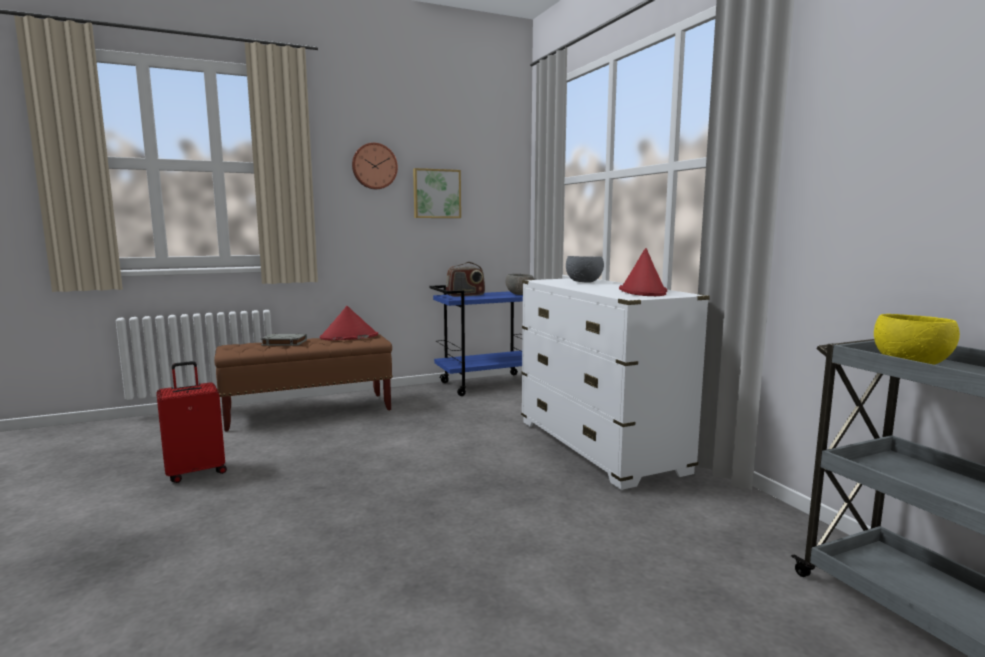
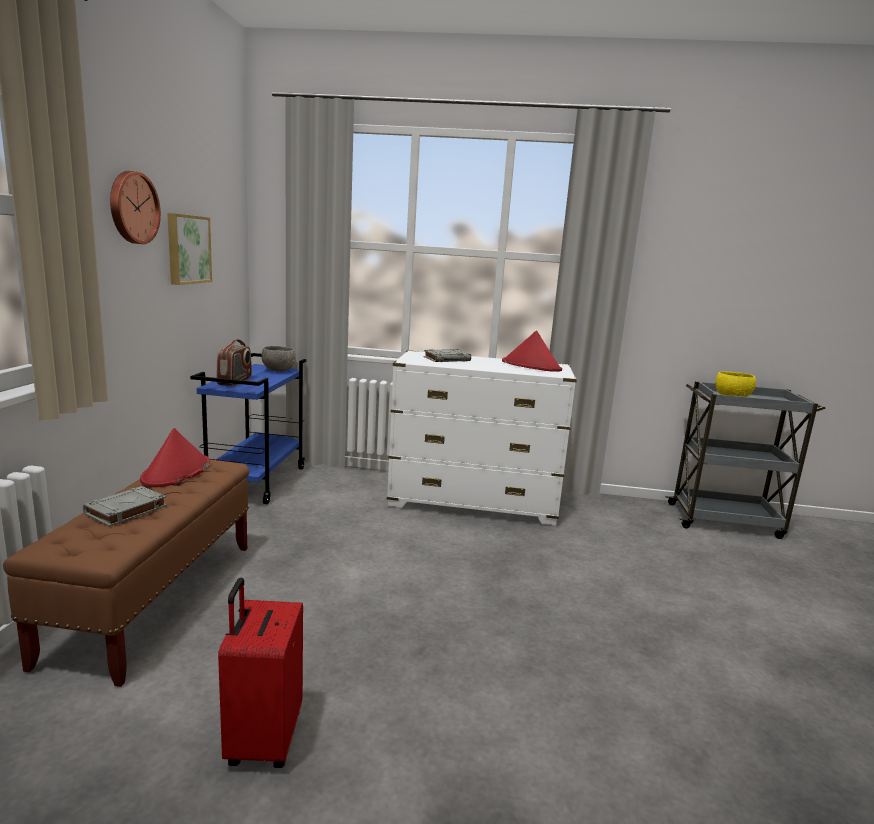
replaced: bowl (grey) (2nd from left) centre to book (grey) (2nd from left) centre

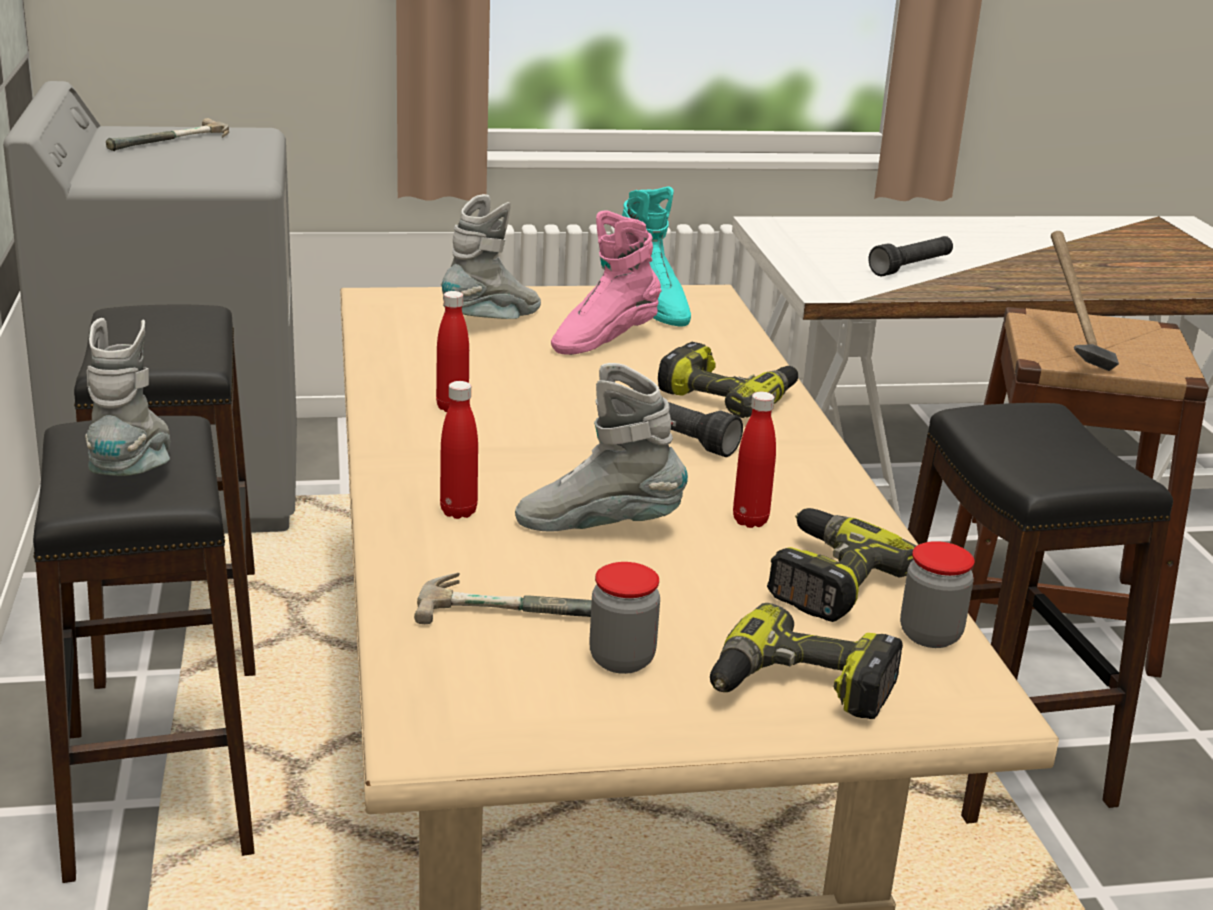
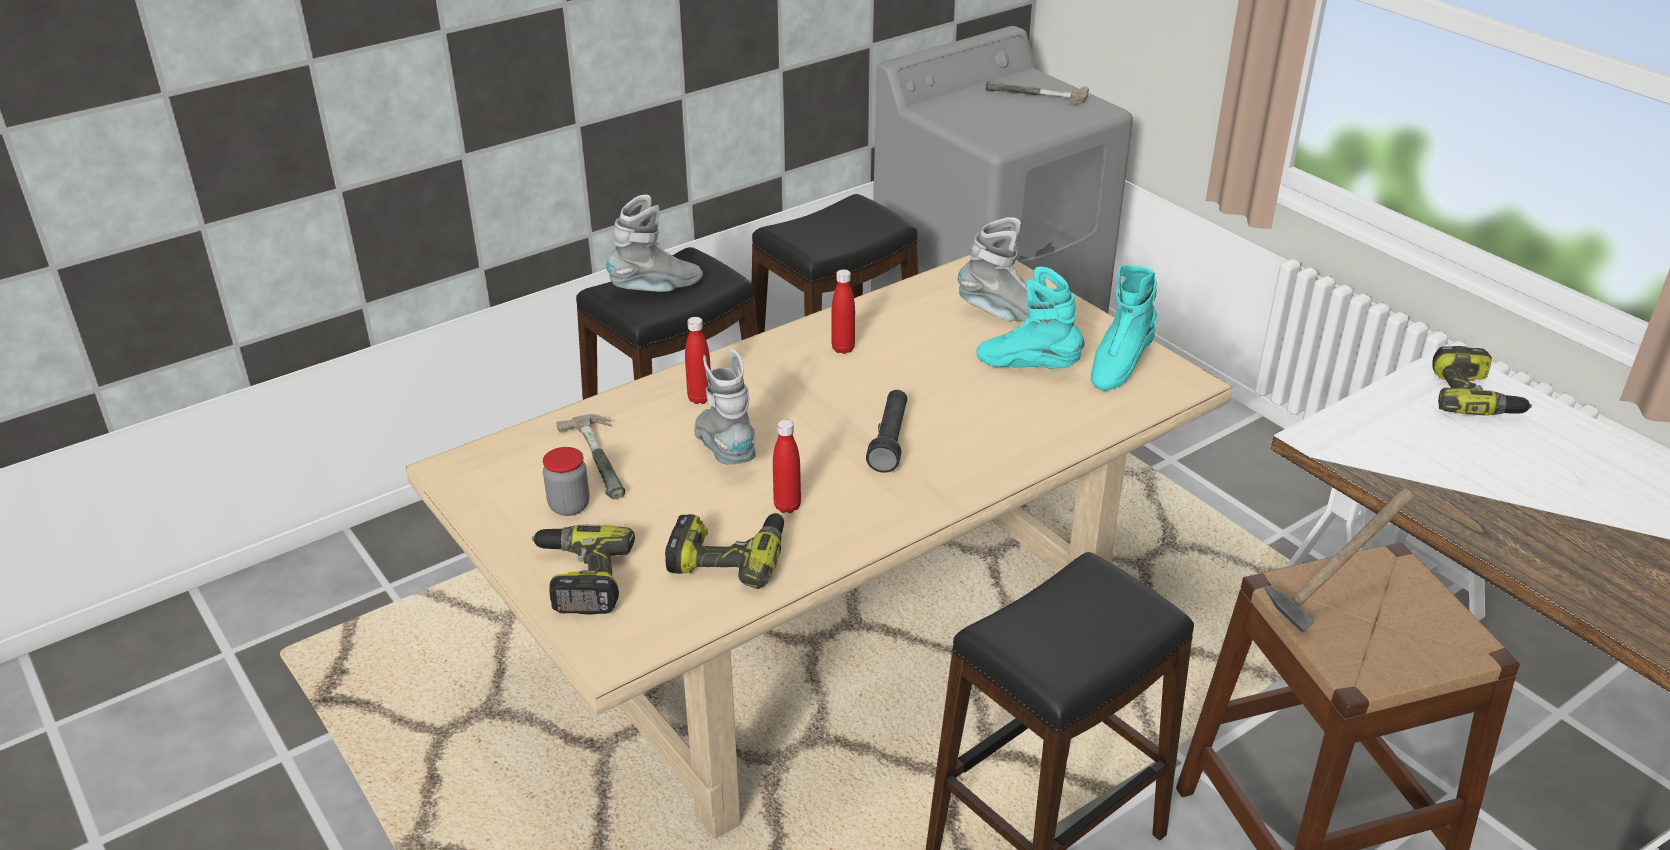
removed: flashlight (black) (2nd from left) top right; jar (2nd from left) middle right
moved: power drill (1st from left in the first image) centre to power drill (3rd from left) middle right
recoloured: boot (pink) top centre to boot (turquoise) (1st from left) centre

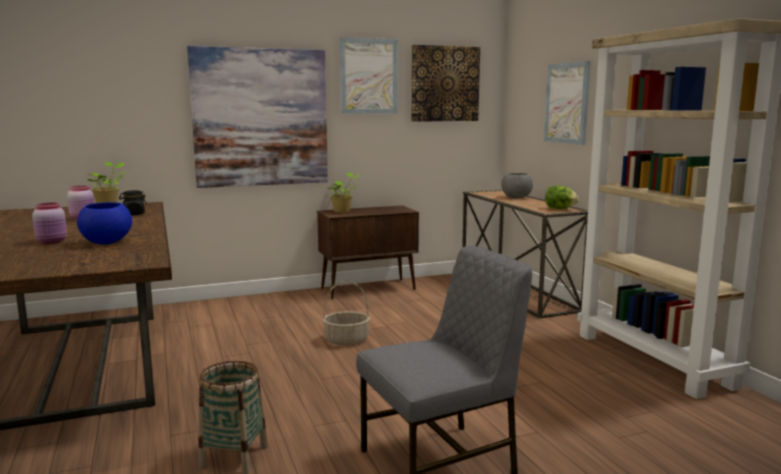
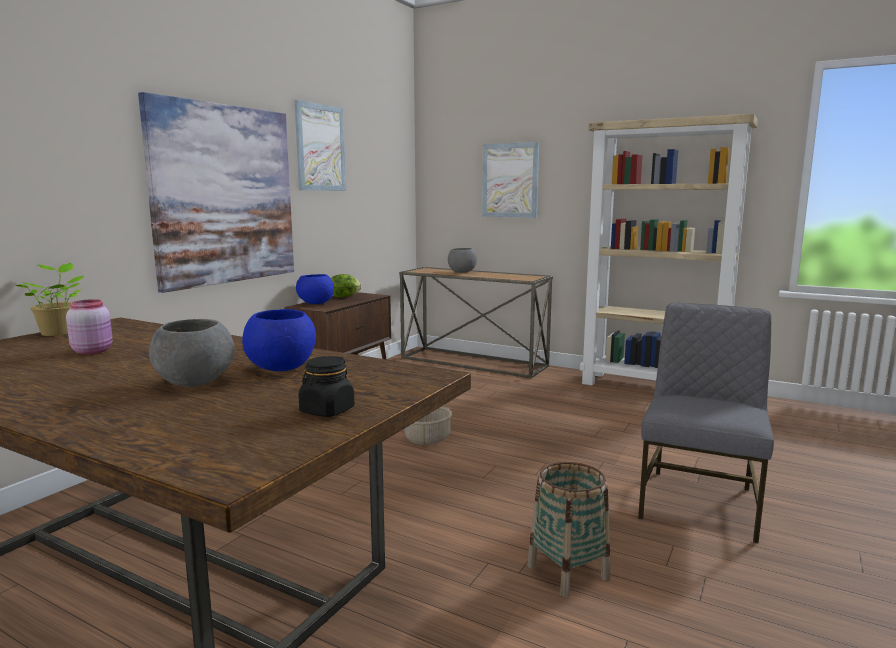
removed: picture (3rd from left) top centre
moved: lettuce middle right to centre; jar (black) middle left to centre
replaced: potted plant (2nd from left) centre to bowl (blue) (2nd from left) centre; jar (pink) (1st from left) middle left to bowl (grey) (1st from left) middle left

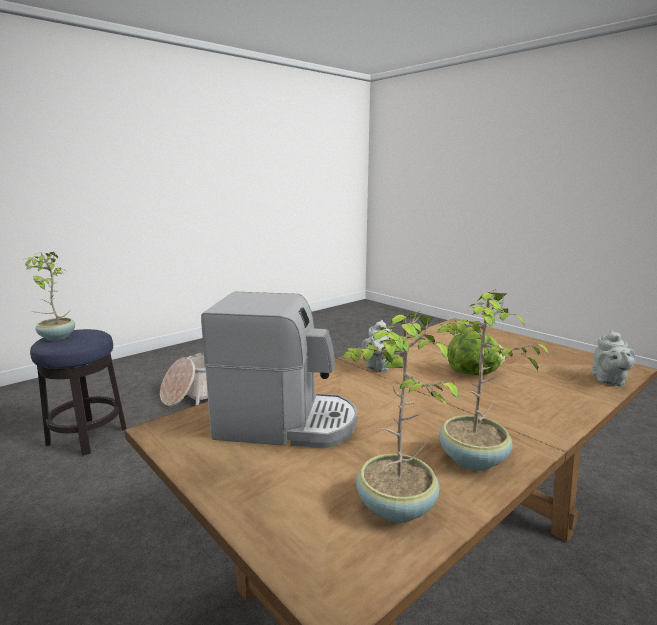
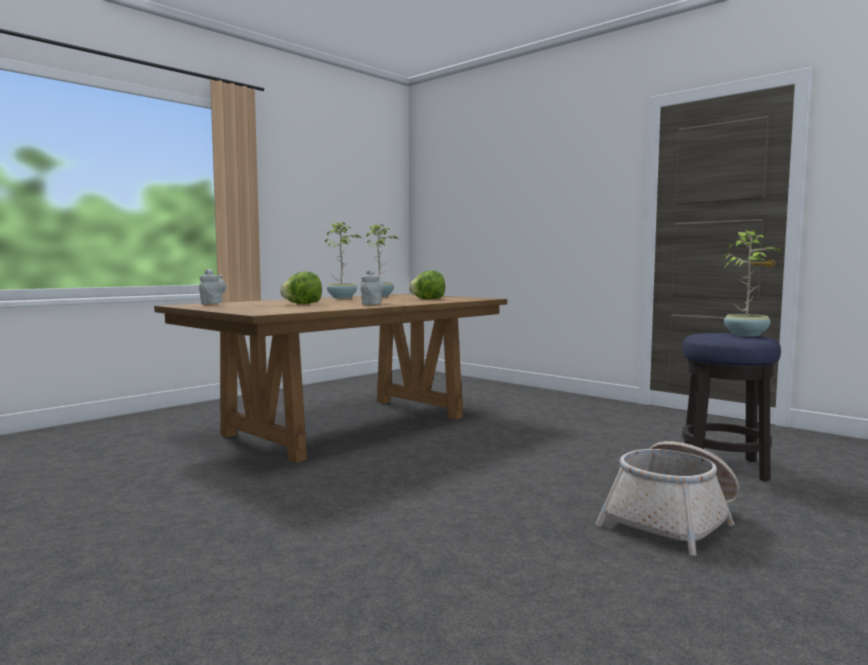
replaced: coffee machine centre to lettuce (2nd from left) centre

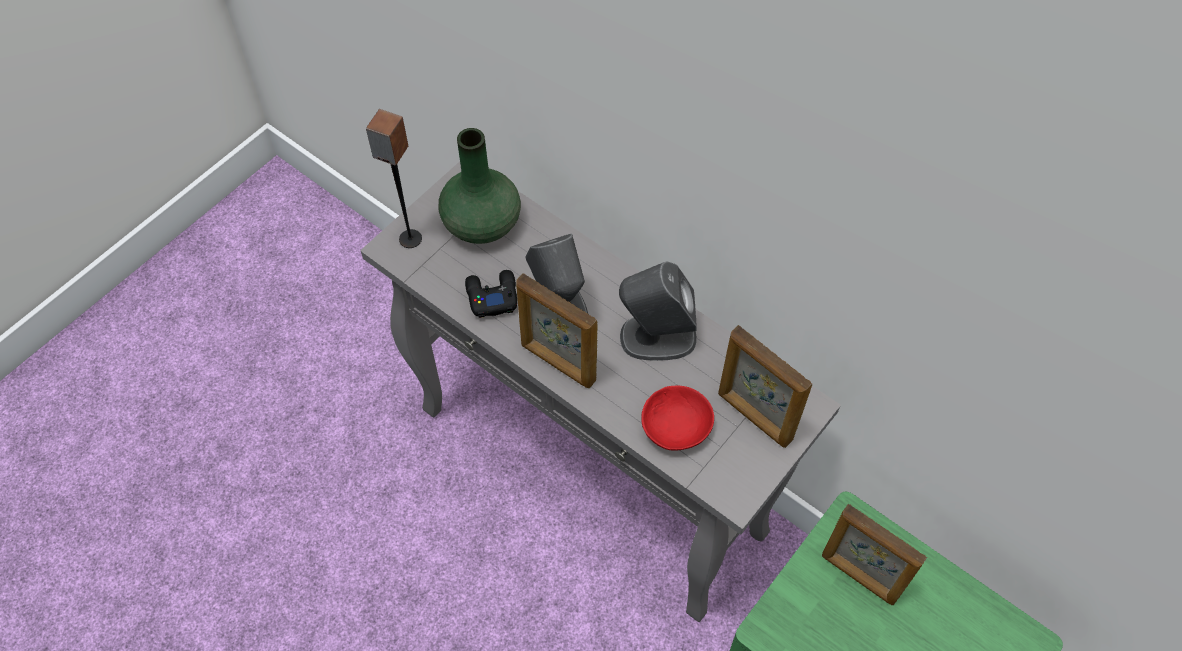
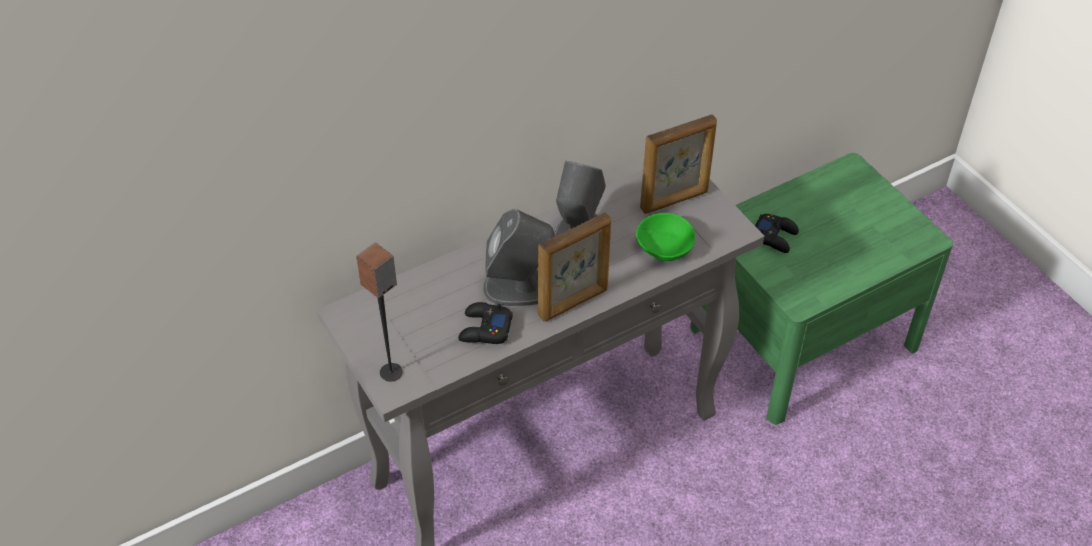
removed: vase (green) top centre
replaced: picture frame (3rd from left) bottom right to game controller (black) (2nd from left) middle right
recoloured: bowl (red) centre to bowl (green) centre

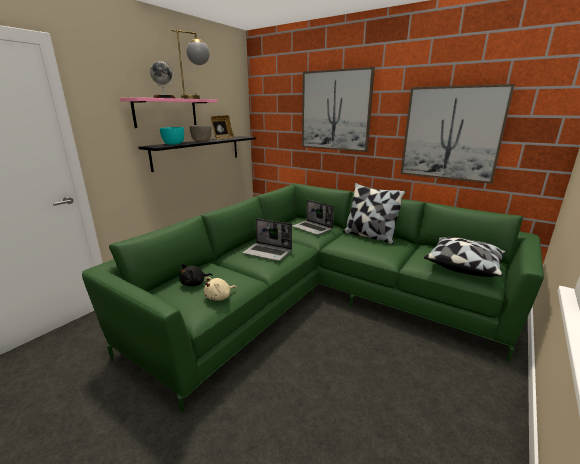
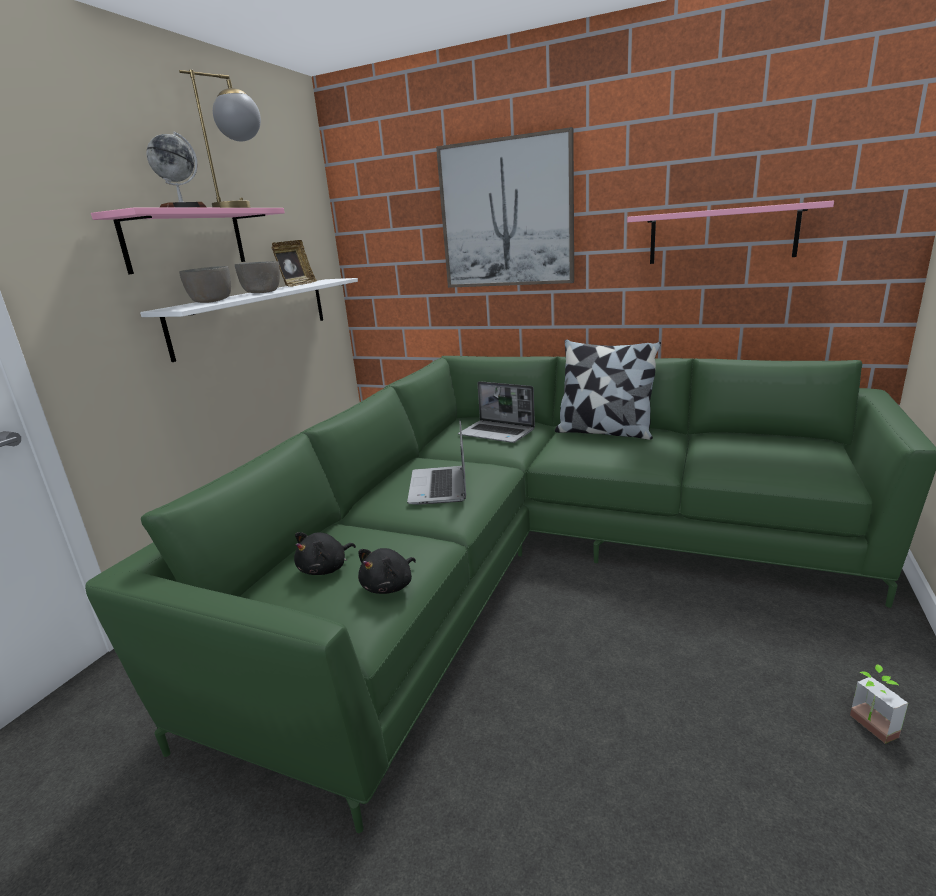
removed: pillow (2nd from left) middle right
added: potted plant bottom right
replaced: picture (2nd from left) top right to shelf (pink) (2nd from left) top right
recoloured: bowl (turquoise) top left to bowl (grey) (1st from left) top left; shelf (black) top centre to shelf (white) middle left; plush toy (beige) centre to plush toy (black) (2nd from left) centre
turned: laptop (1st from left) centre = centre 75 degrees clockwise

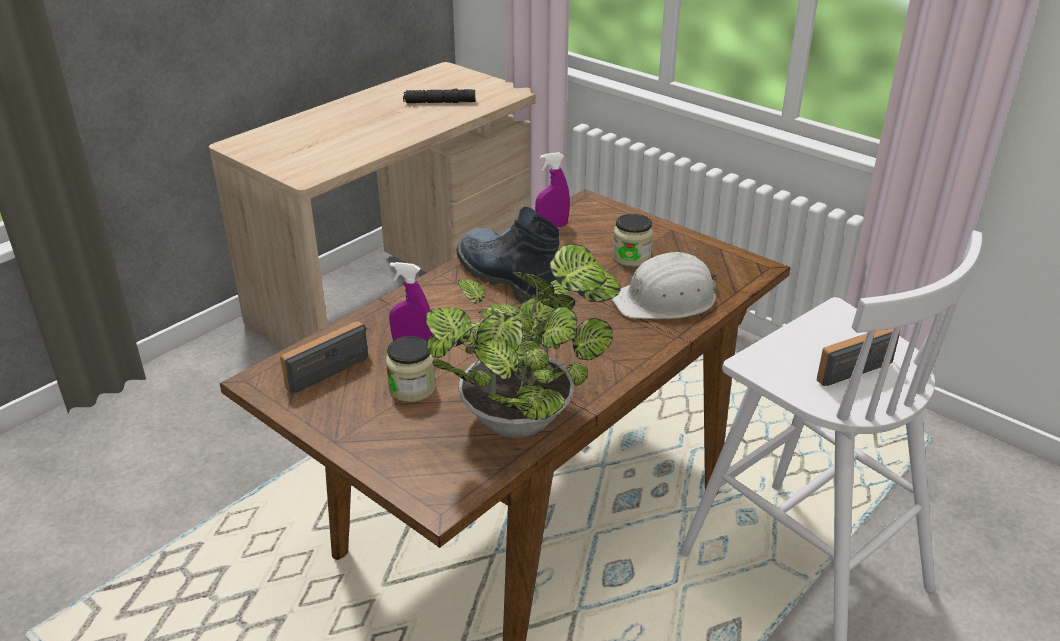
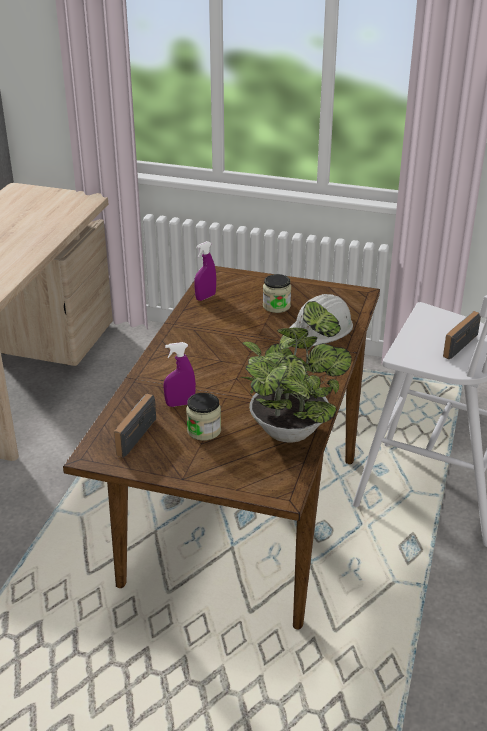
removed: flashlight (black) top centre; boot centre

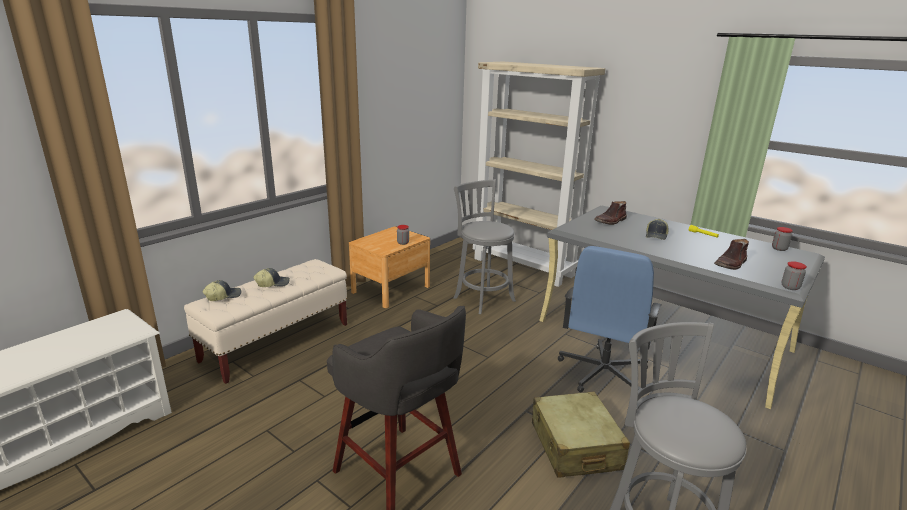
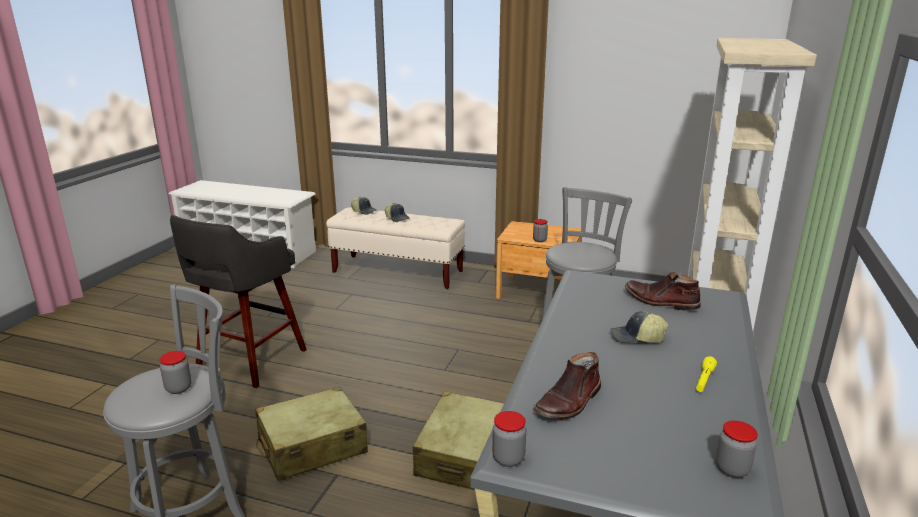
added: jar (1st from left) bottom left
replaced: office chair (blue) middle right to suitcase (beige) (2nd from left) bottom centre
turned: boot (brown) (2nd from left in the first image) middle right = bottom centre 75 degrees counterclockwise

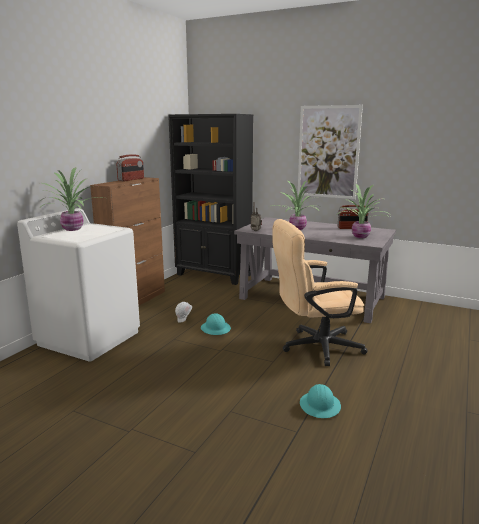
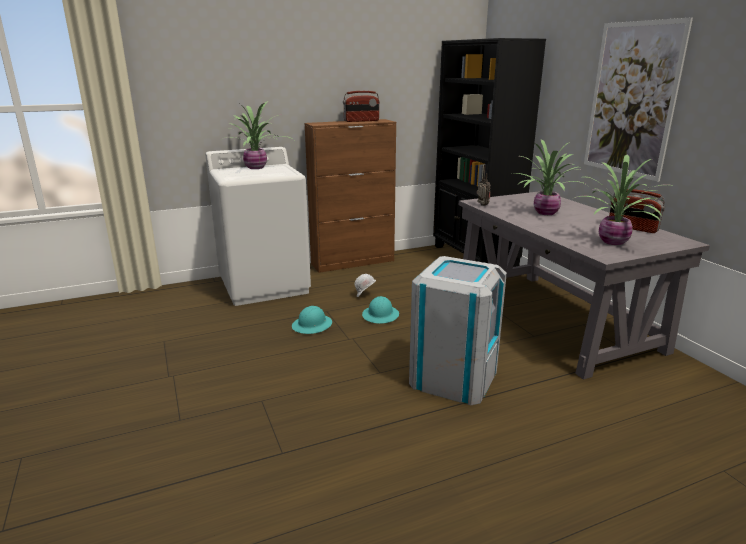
moved: hard hat (turquoise) (2nd from left in the first image) bottom right to hard hat (turquoise) (1st from left) centre
replaced: office chair (beige) middle right to trash can (grey) centre

